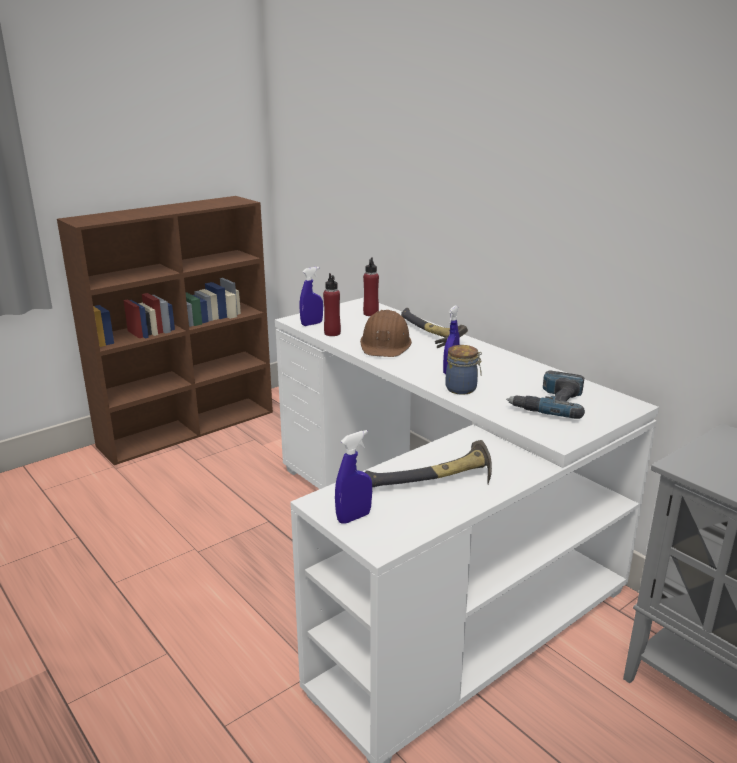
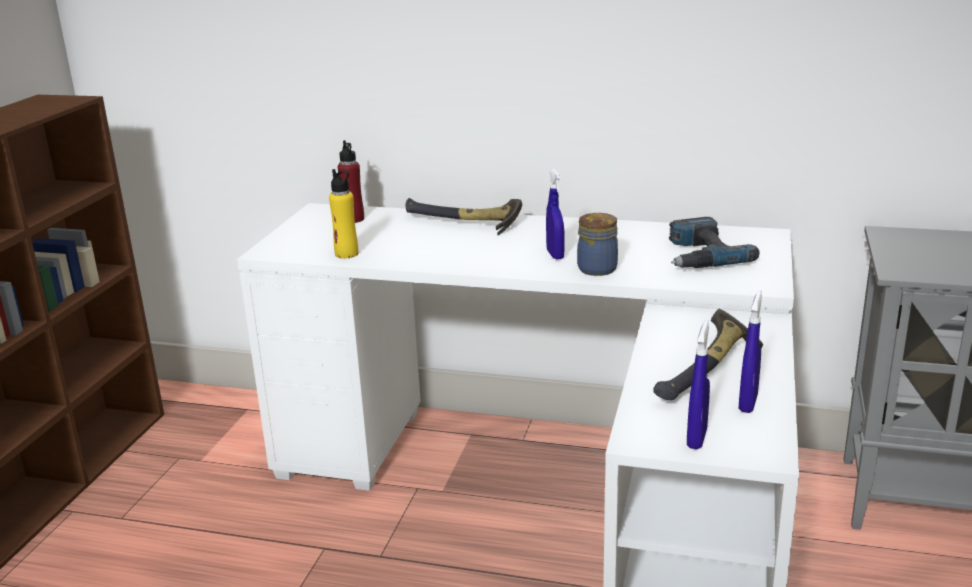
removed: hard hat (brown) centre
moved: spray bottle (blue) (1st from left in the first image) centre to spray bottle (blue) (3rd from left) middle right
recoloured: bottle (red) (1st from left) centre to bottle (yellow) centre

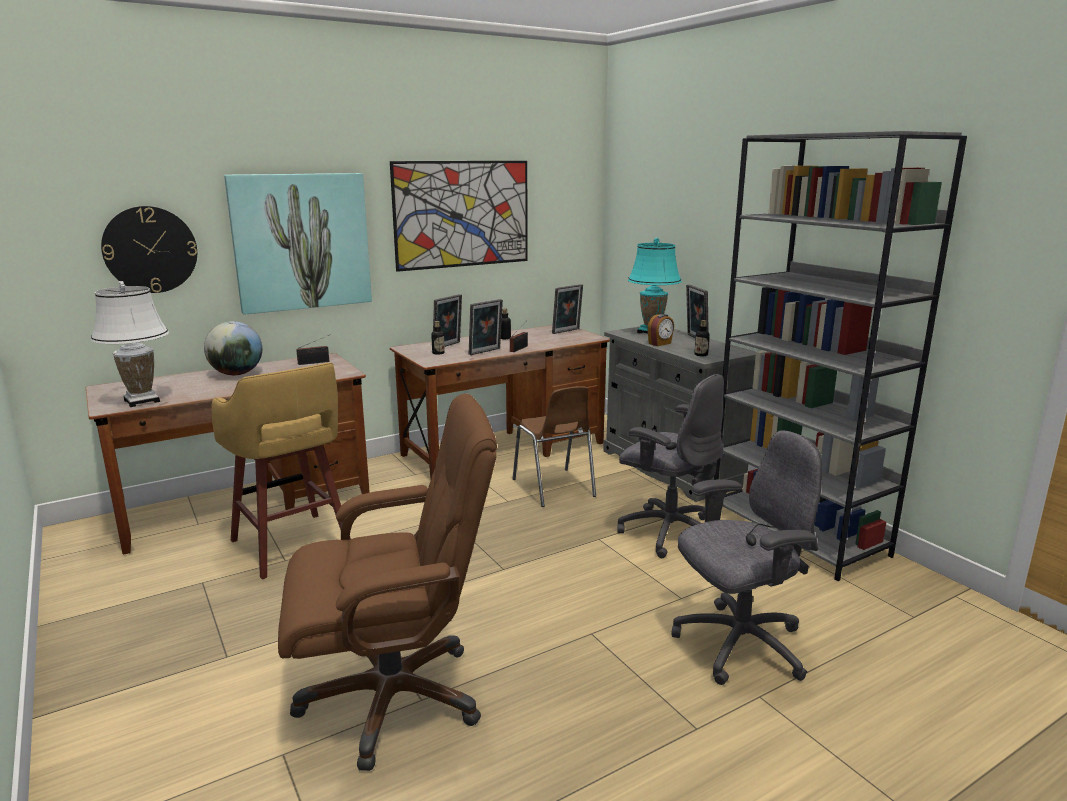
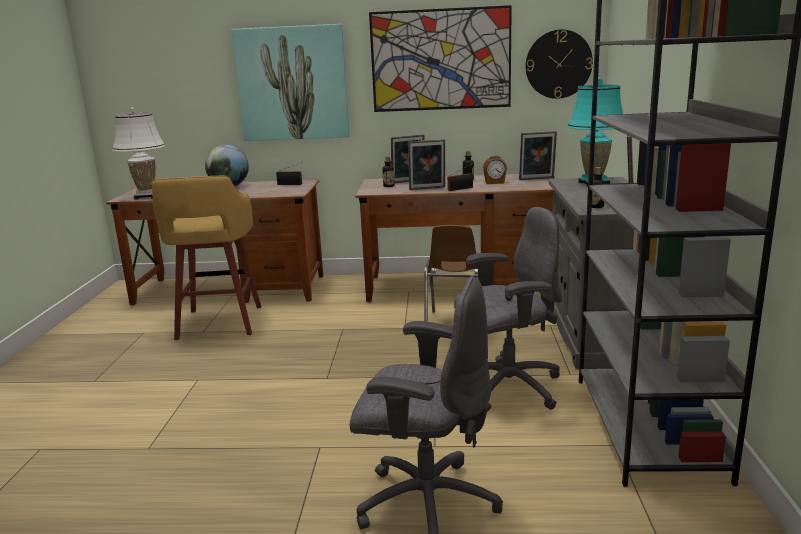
removed: office chair (brown) bottom centre
moved: wall clock top left to top right; alarm clock centre to top centre
turned: office chair (grey) (1st from left in the first image) centre = centre 90 degrees counterclockwise

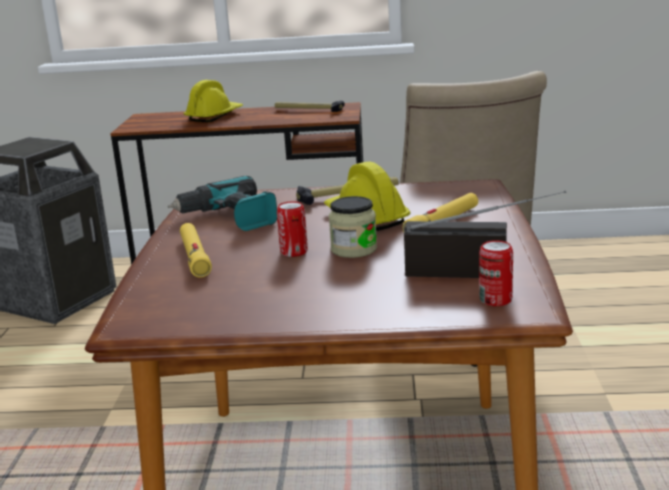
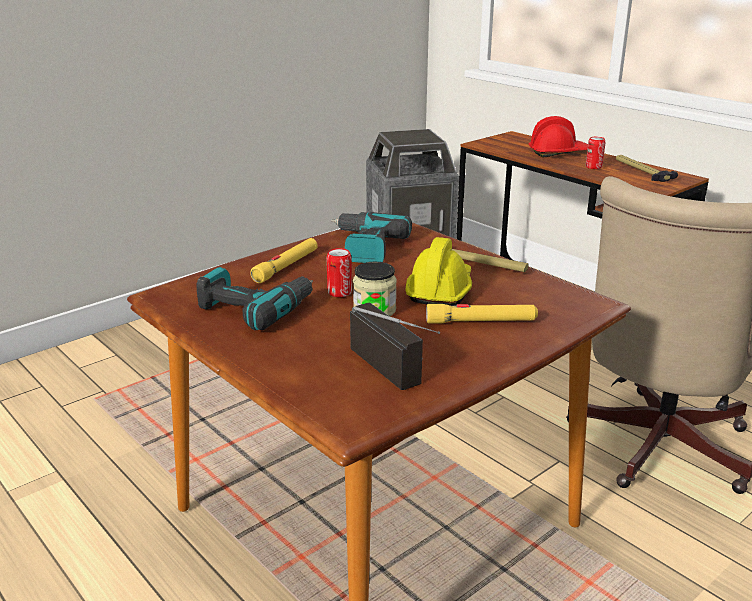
added: power drill (1st from left) centre
moved: can (2nd from left) middle right to top right
recoloured: hard hat (yellow) (1st from left) top left to hard hat (red) top right

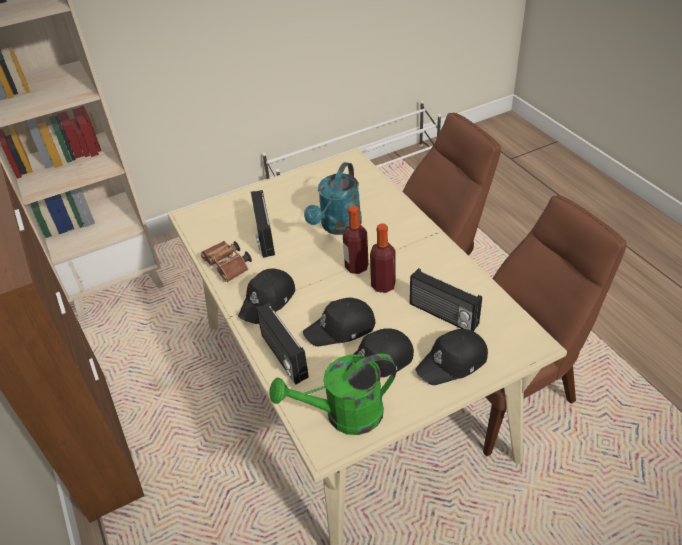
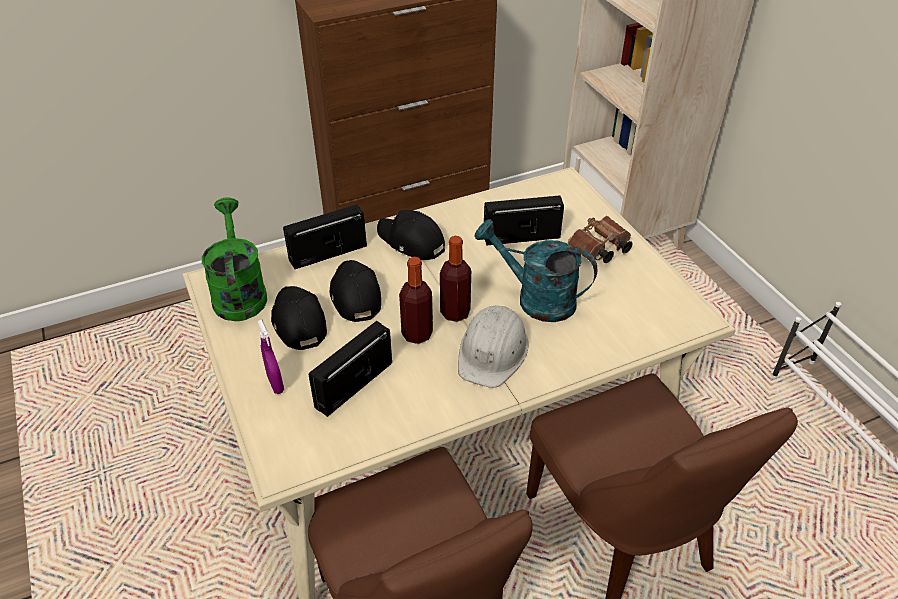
added: hard hat (white) centre
moved: binoculars (brown) middle left to middle right
replaced: cap (black) (4th from left) centre to spray bottle (purple) middle left

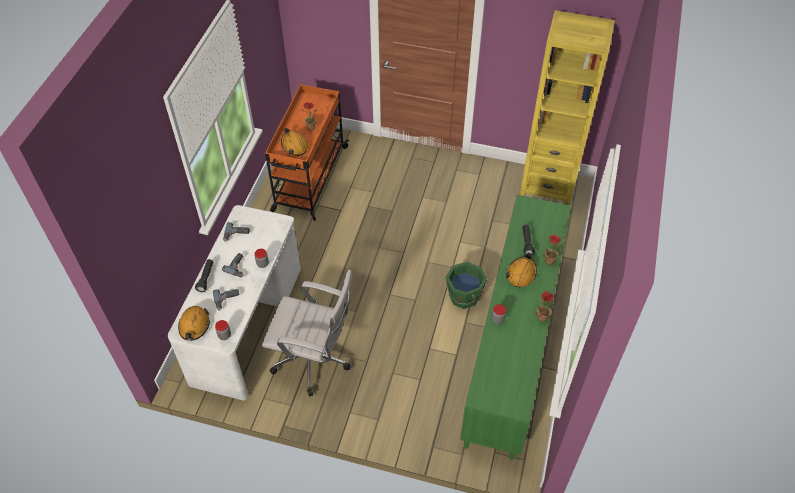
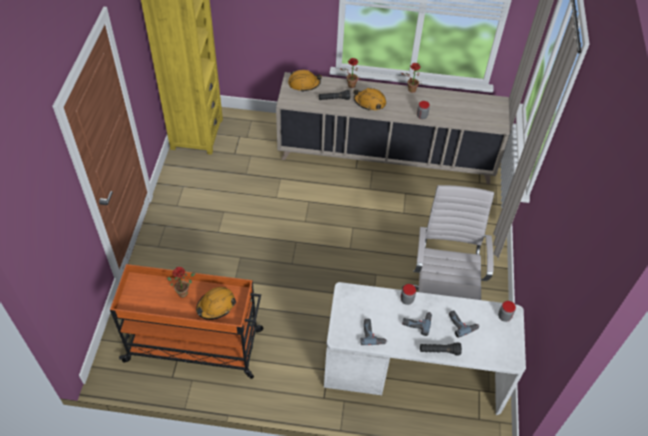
removed: bucket (green) centre
moved: hard hat (orange) (1st from left in the first image) middle left to hard hat (orange) (2nd from left) top centre
recoloured: cabinet (green) centre to cabinet (beige) top centre

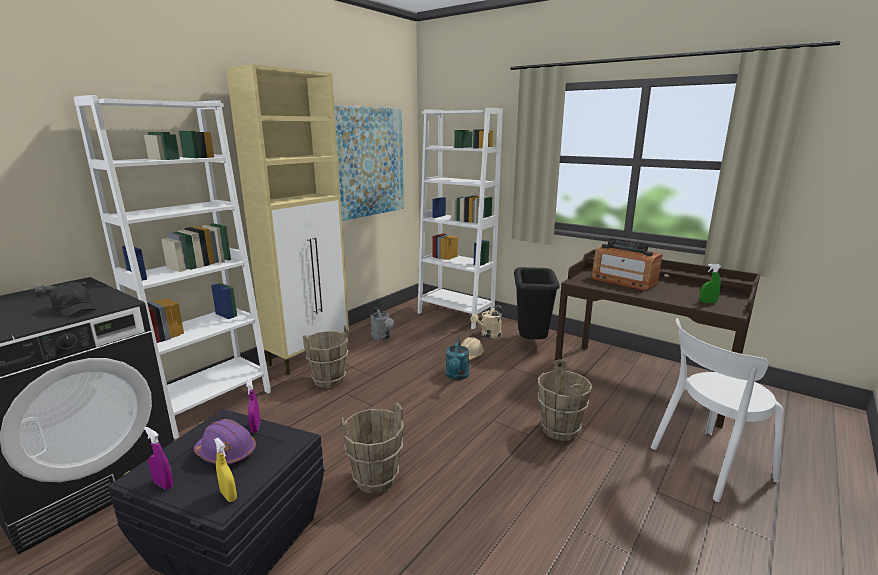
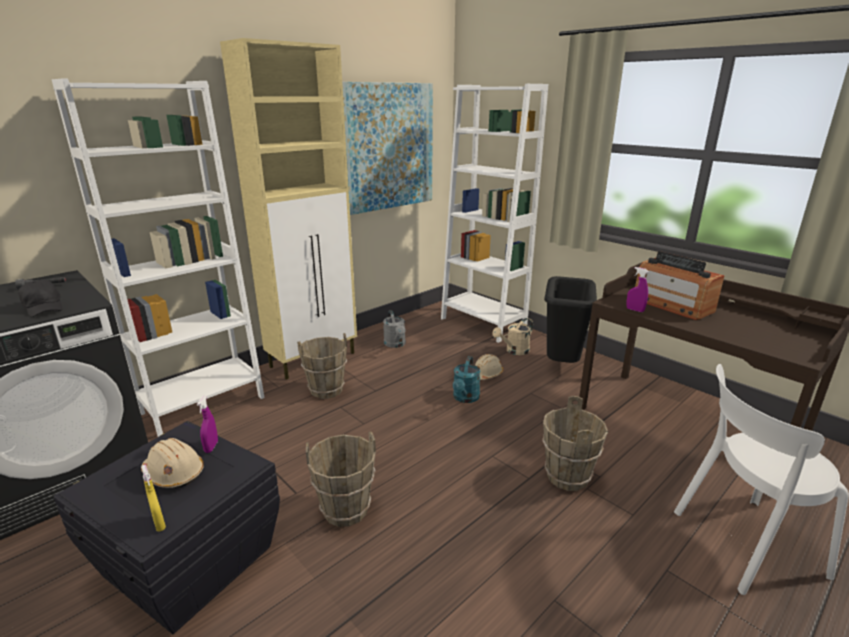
removed: spray bottle (green) middle right
moved: spray bottle (purple) (1st from left in the first image) bottom left to spray bottle (purple) (2nd from left) middle right
recoloured: hard hat (purple) bottom left to hard hat (beige) (1st from left) bottom left

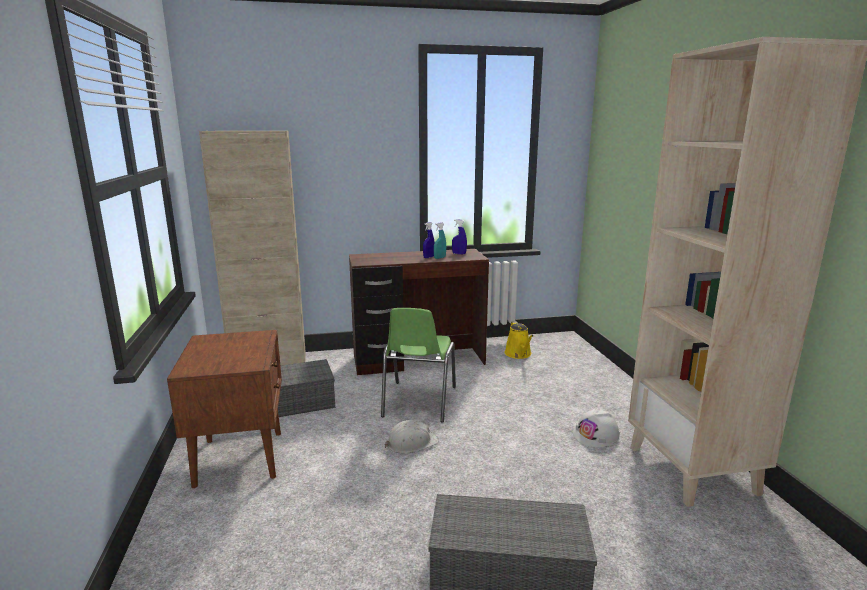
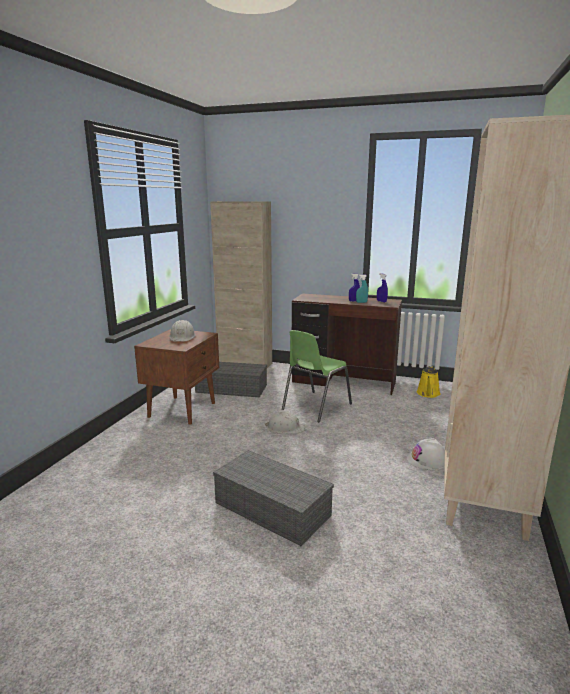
added: hard hat (white) (1st from left) middle left

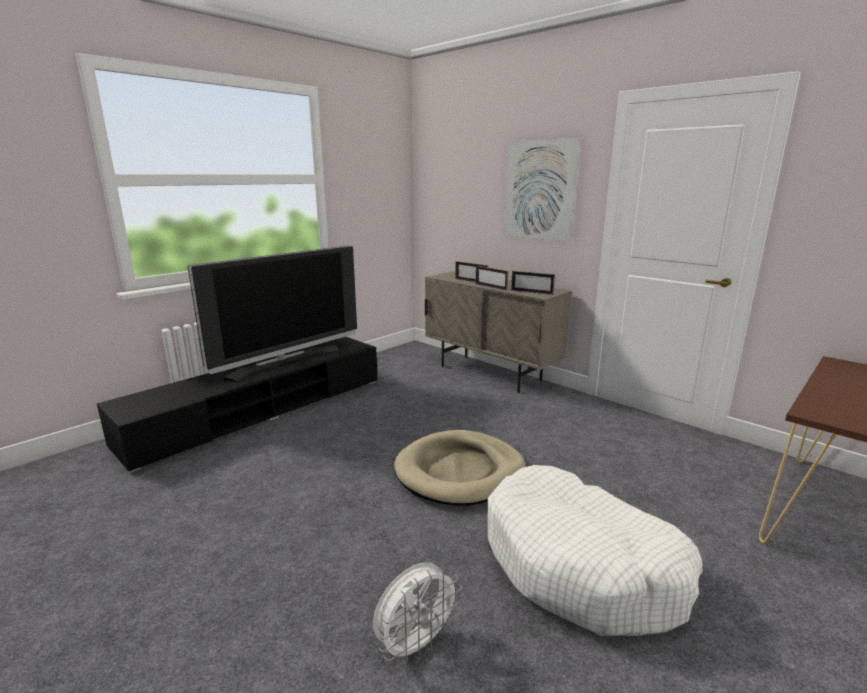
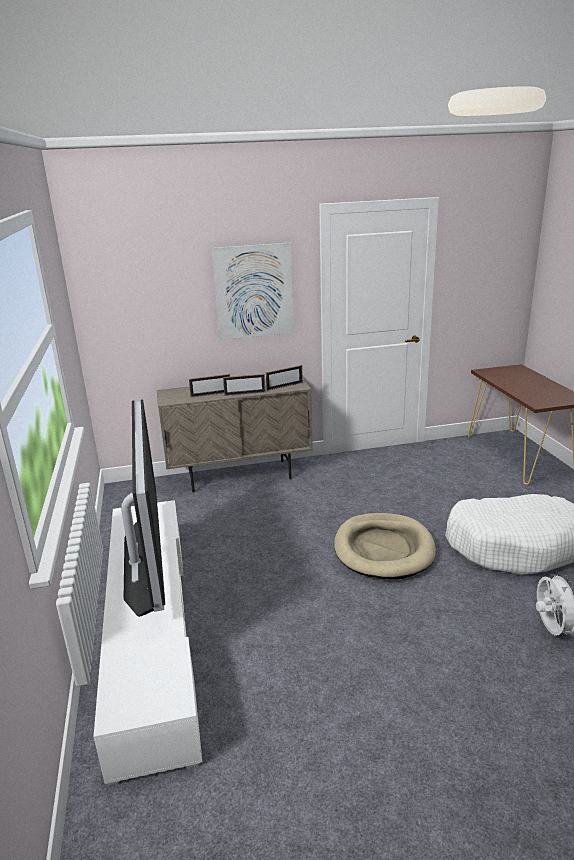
recoloured: tv stand (black) middle left to tv stand (white) bottom left

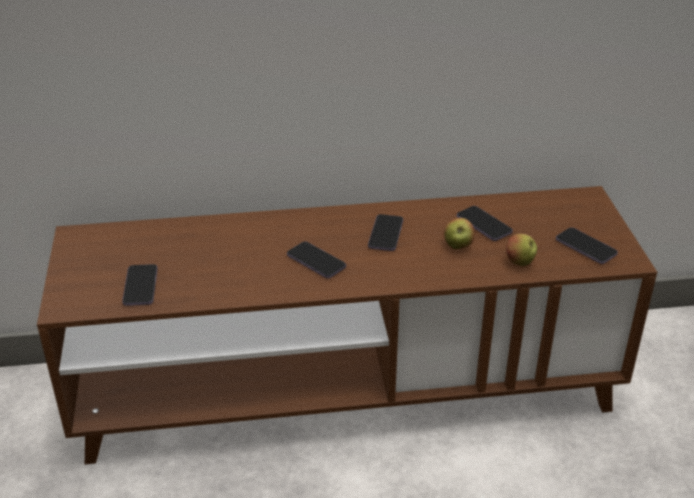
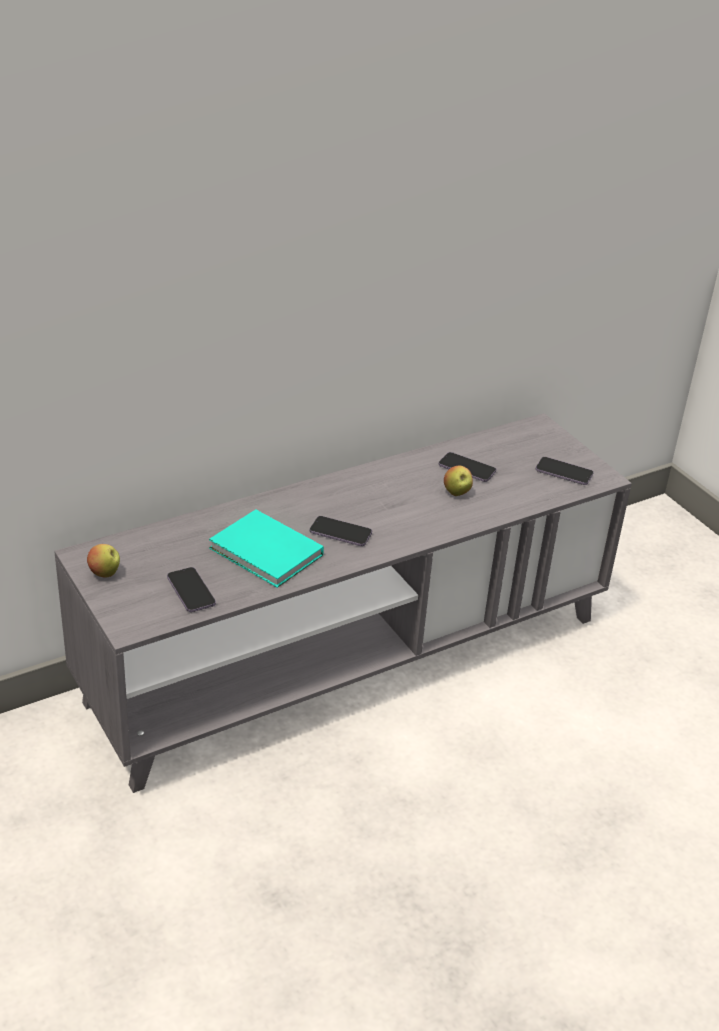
removed: phone (3rd from left) centre
added: book (turquoise) centre
moved: apple (2nd from left in the first image) middle right to apple (1st from left) middle left
recoloured: tv stand (brown) centre to tv stand (grey) centre

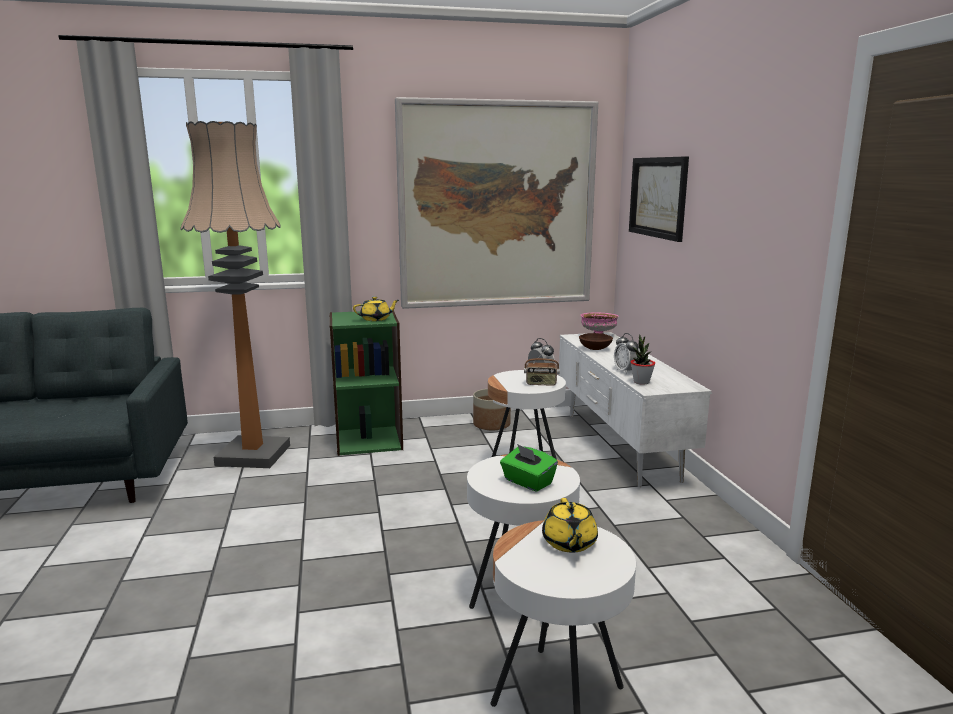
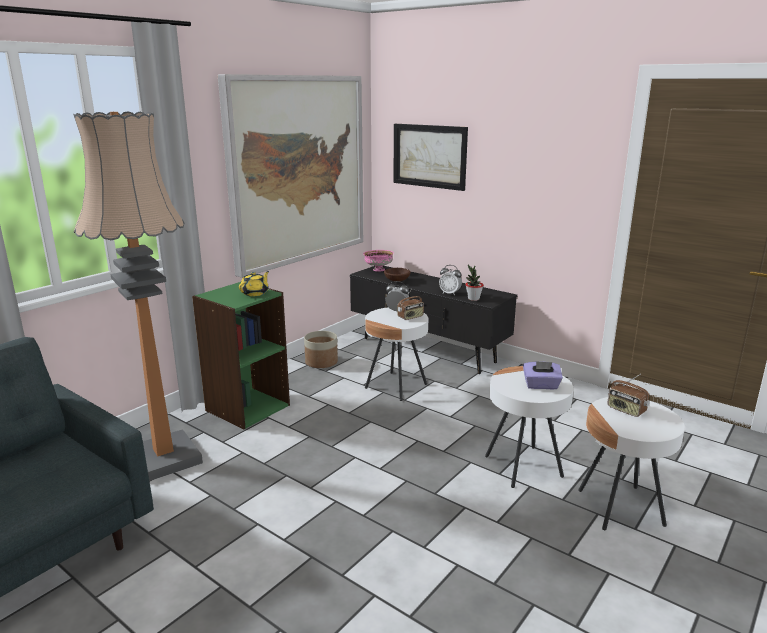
replaced: teapot (yellow) (2nd from left) bottom centre to radio (2nd from left) middle right
recoloured: tv stand (white) centre to tv stand (black) centre; tissue box (green) centre to tissue box (purple) middle right

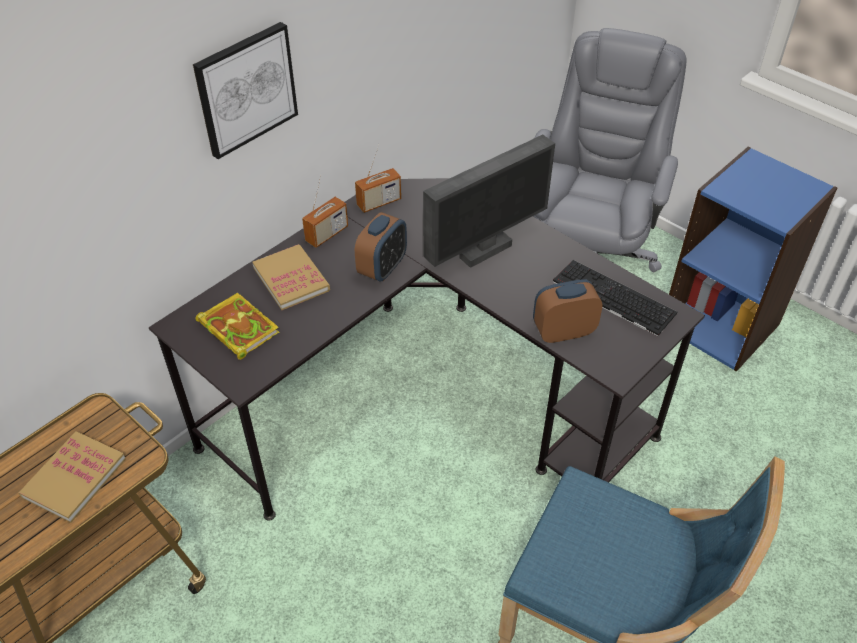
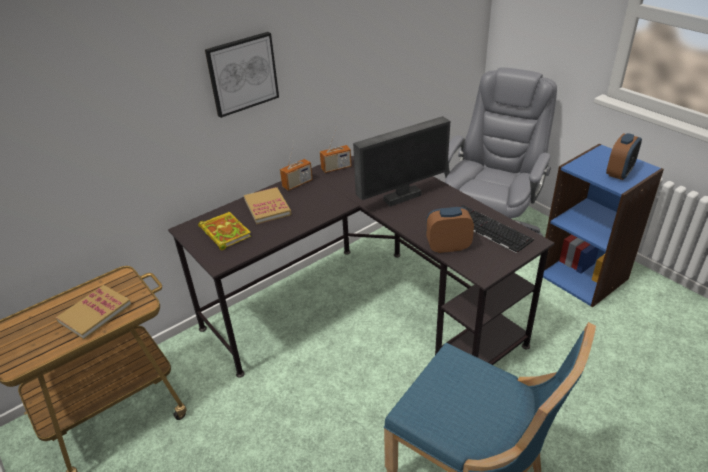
moved: alarm clock (1st from left in the first image) centre to alarm clock (2nd from left) top right

